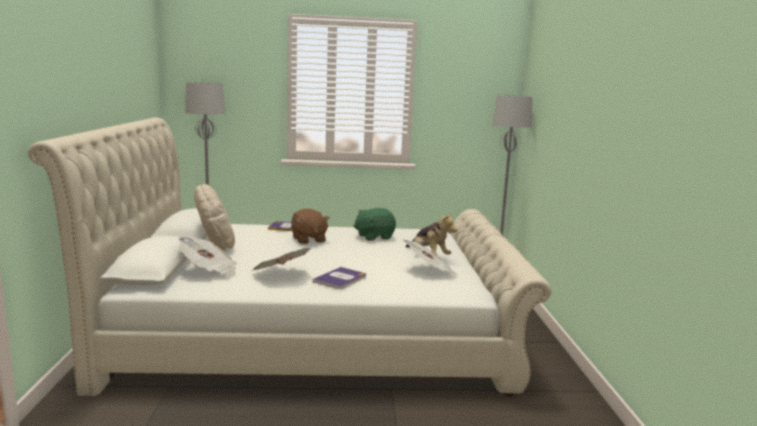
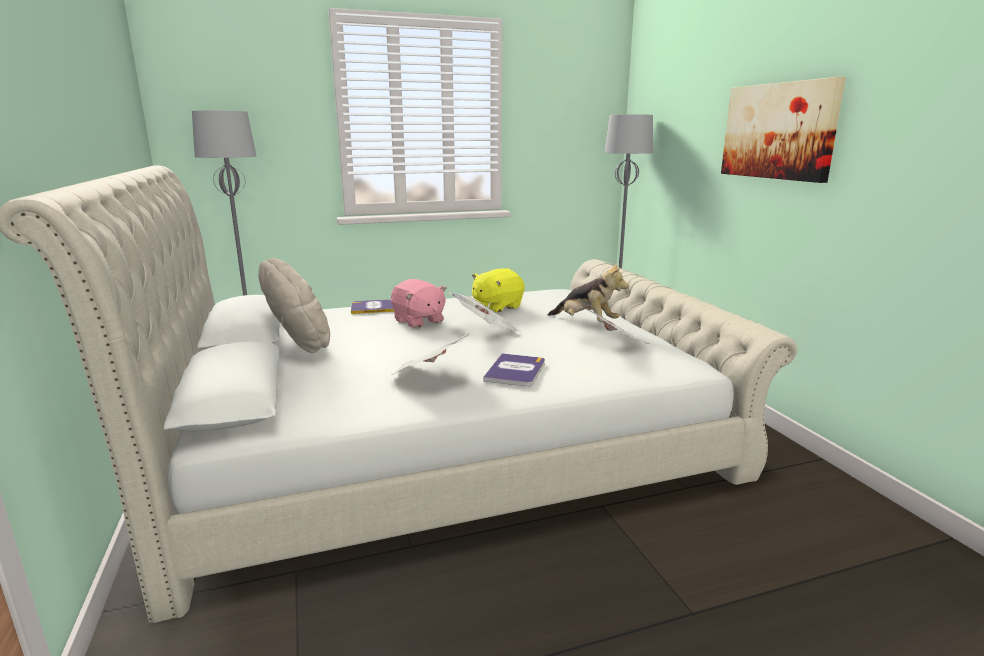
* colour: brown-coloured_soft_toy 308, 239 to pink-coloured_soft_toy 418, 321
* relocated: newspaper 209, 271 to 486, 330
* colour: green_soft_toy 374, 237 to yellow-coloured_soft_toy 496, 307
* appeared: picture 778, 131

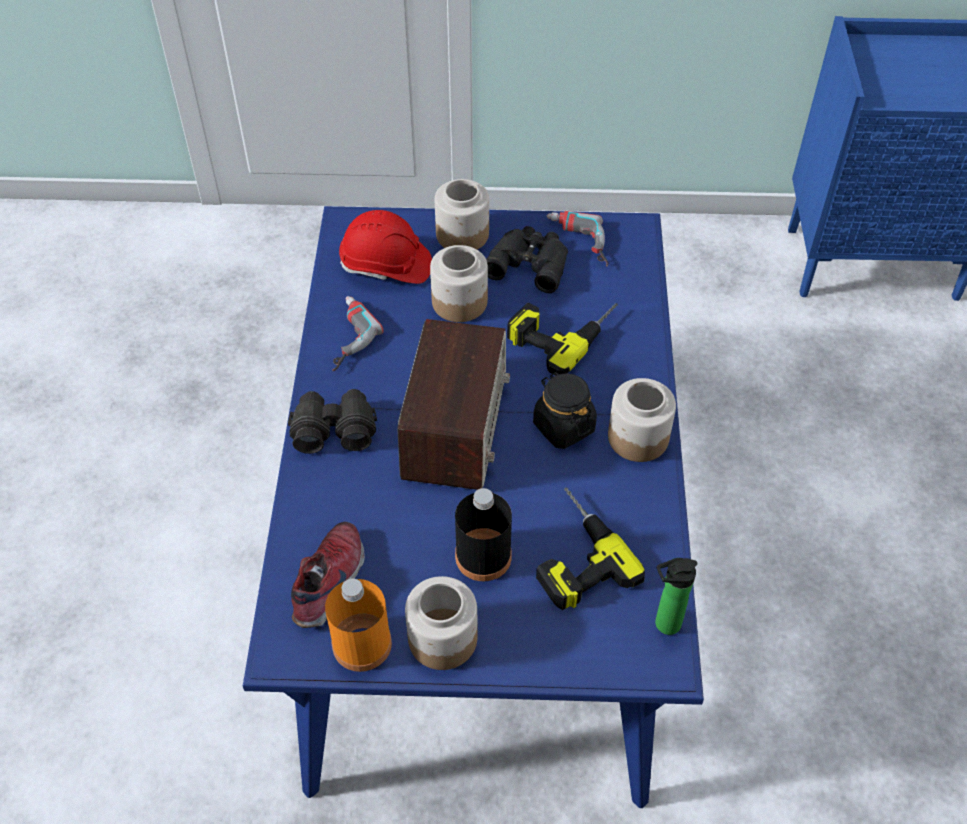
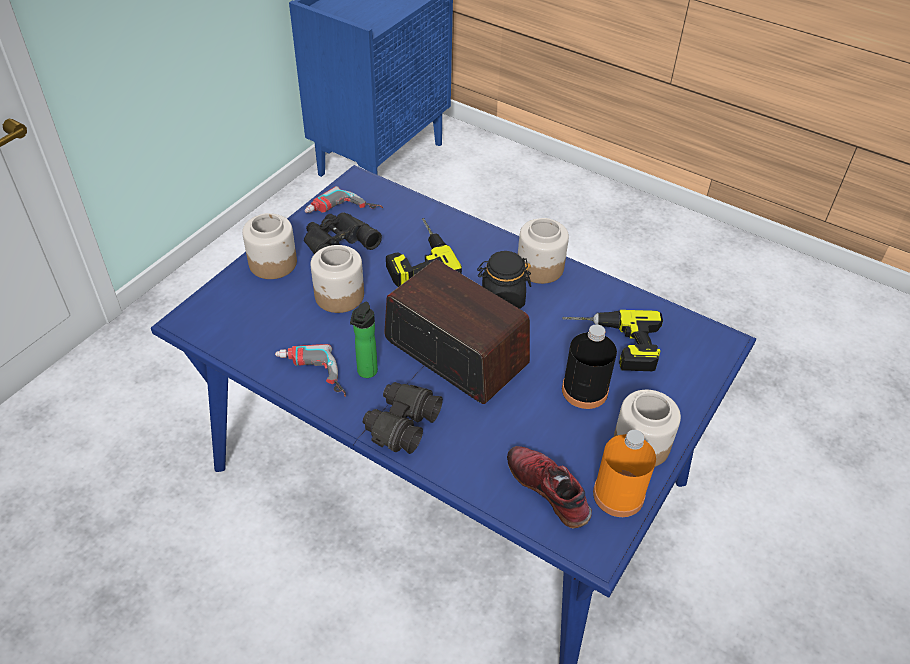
* relocated: beverage_bottle 664, 624 to 366, 373
* missing: red-coloured_safety_helmet 386, 266

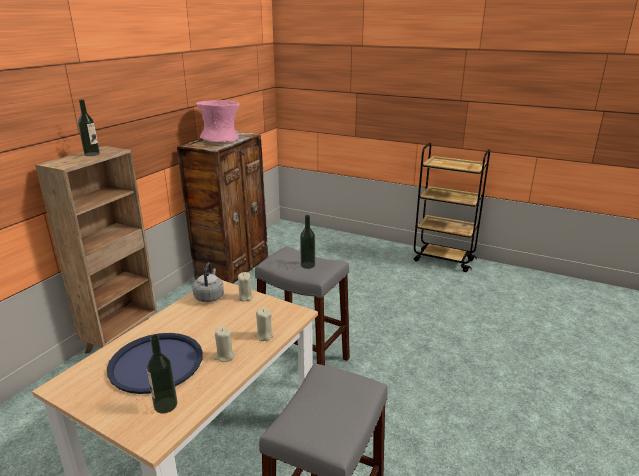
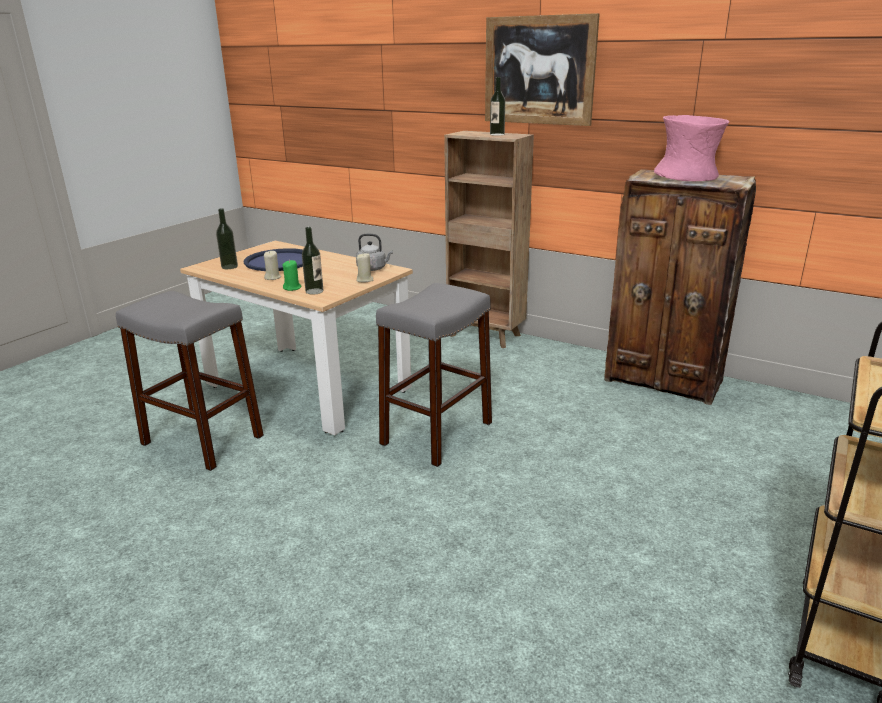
* colour: sand-coloured_wax_candle 264, 335 to green_wax_candle 292, 288
* relocated: beverage_bottle 307, 265 to 314, 291
* appeared: picture 539, 70

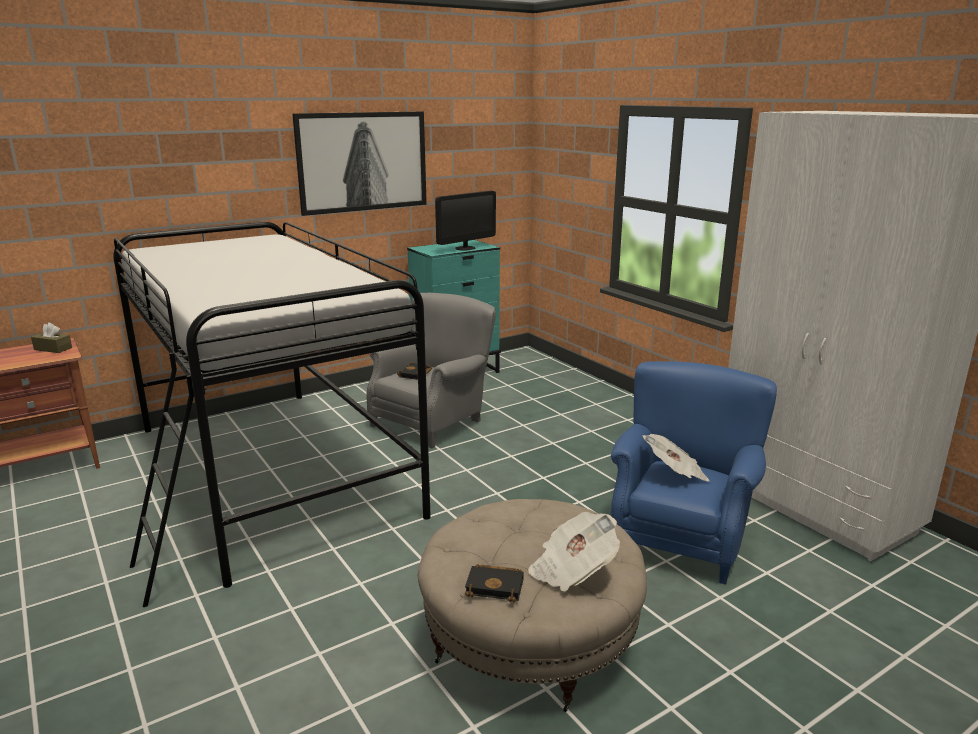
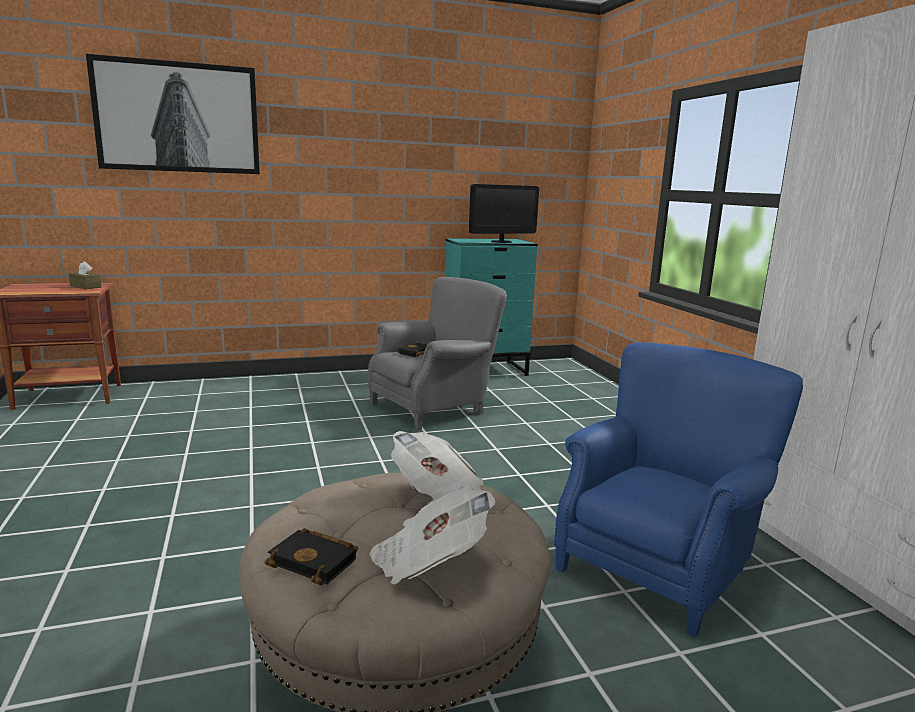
* relocated: picture 363, 162 to 178, 117
* relocated: newspaper 675, 473 to 439, 494
* missing: blackish_sleeping_bed 269, 472

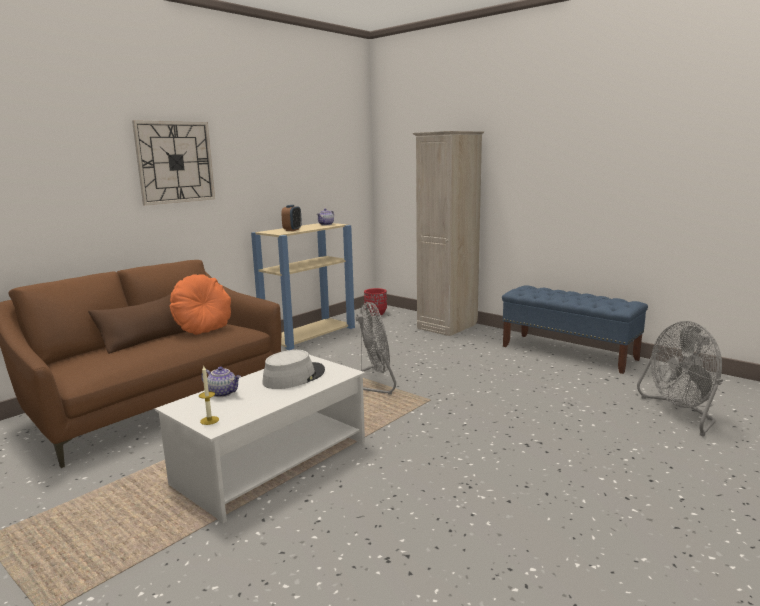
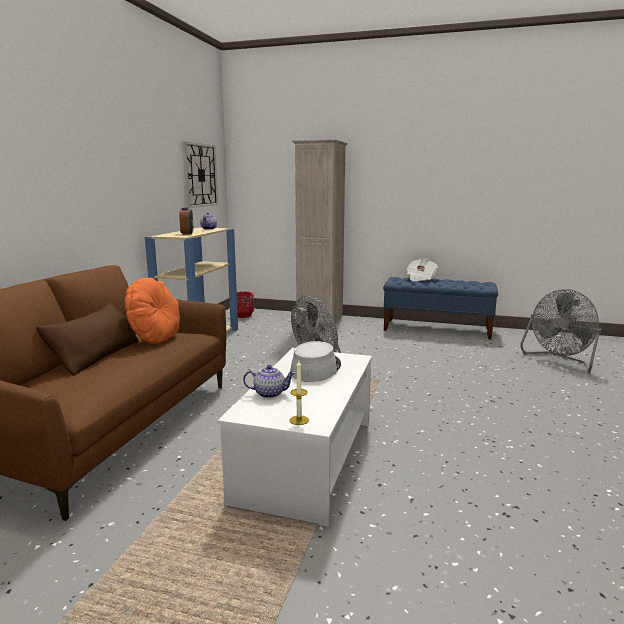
* relocated: wall_clock 175, 162 to 200, 175
* appeared: newspaper 420, 278

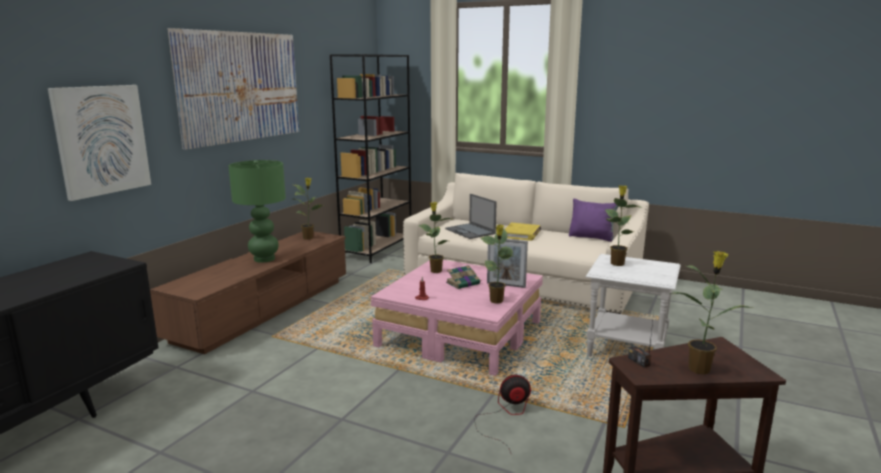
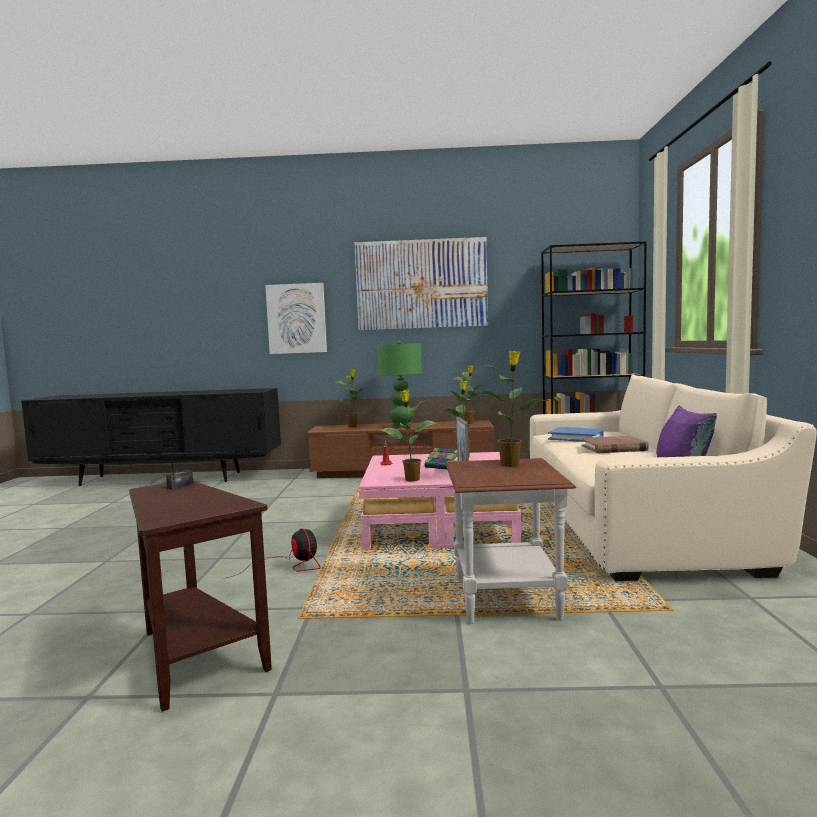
* relocated: houseplant 700, 369 to 353, 426
* colour: white-coloured_accent_table 627, 350 to brown-coloured_accent_table 506, 599
* exchanged: notebook_computer 470, 231 to blue-coloured_volume 576, 437
* colour: yellow-coloured_volume 521, 234 to brown-coloured_volume 614, 448

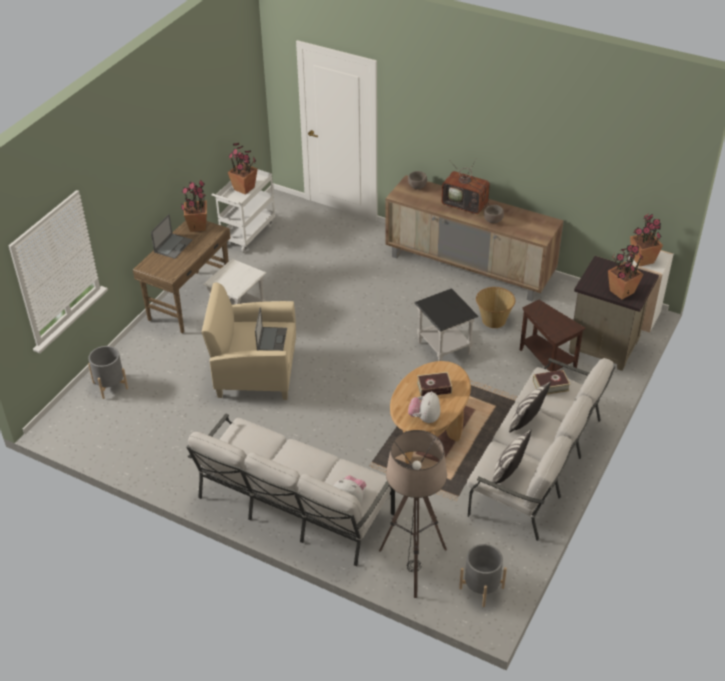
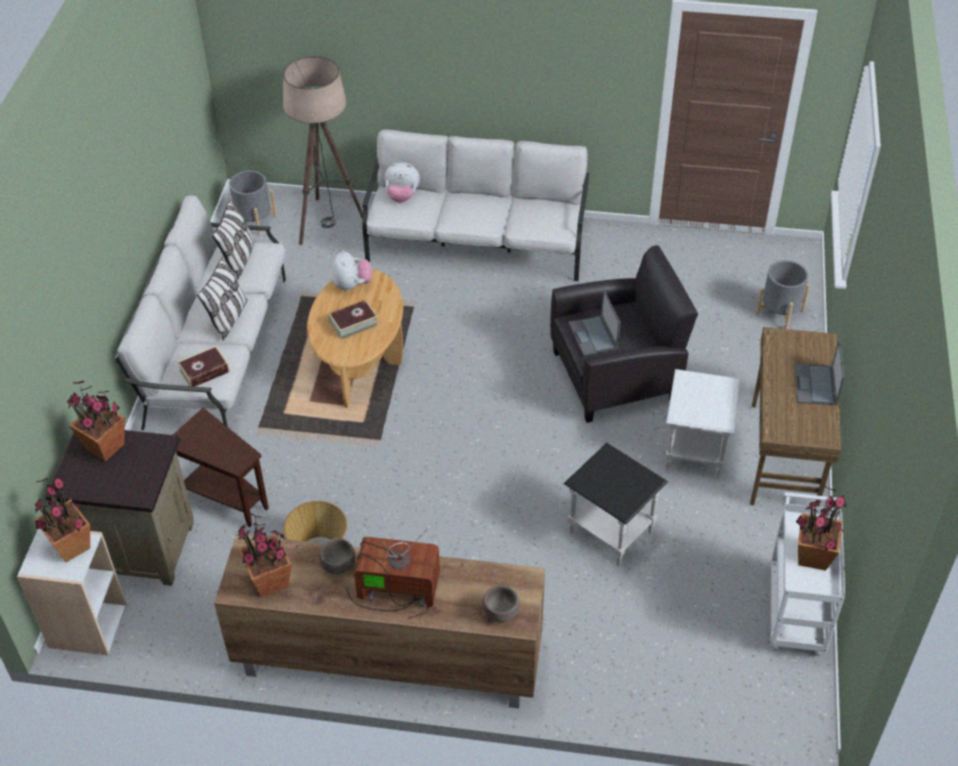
* relocated: houseplant 197, 226 to 270, 581
* colour: sand-coloured_armchair 255, 372 to blackish_armchair 616, 376
* relocated: blackish_accent_table 443, 348 to 611, 532

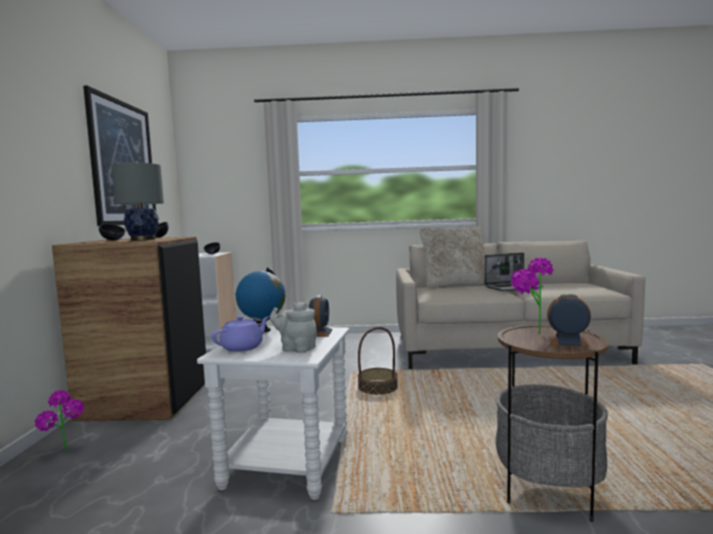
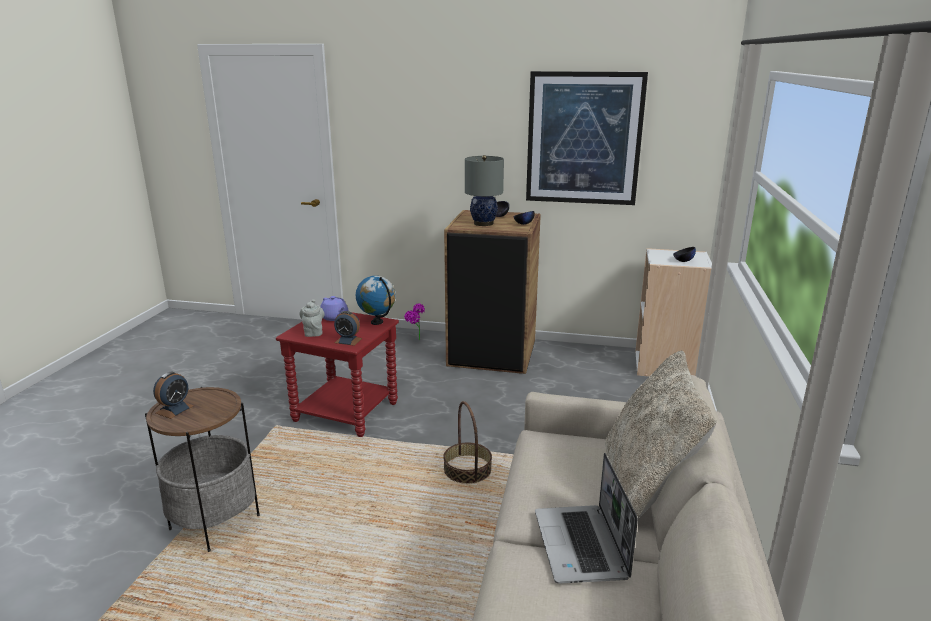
* colour: white-coloured_accent_table 286, 462 to red-coloured_accent_table 346, 412
* spun: gray_pot_for_tea 296, 348 = 313, 332 45 degrees counterclockwise
* missing: houseplant 528, 333

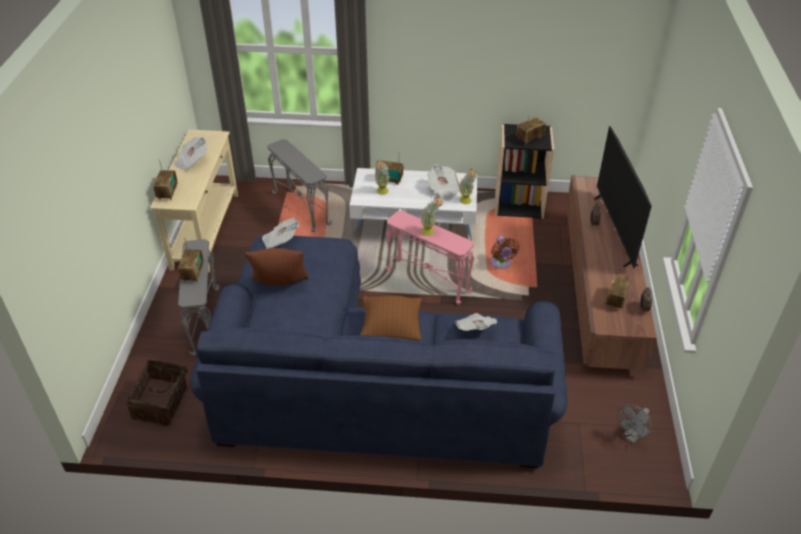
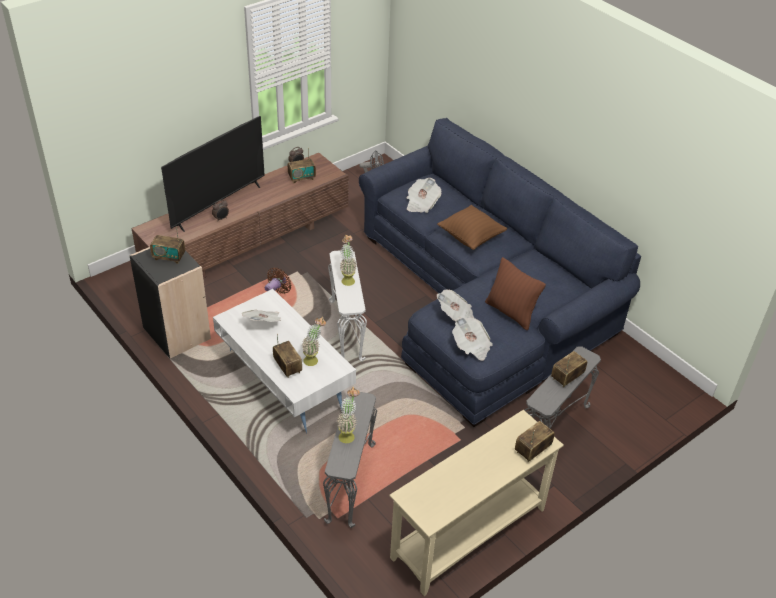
* colour: pink-coloured_accent_table 428, 281 to white-coloured_accent_table 346, 331
* relocated: houseplant 467, 202 to 348, 434
* relocated: newspaper 191, 162 to 456, 315
* missing: household_basket 162, 403

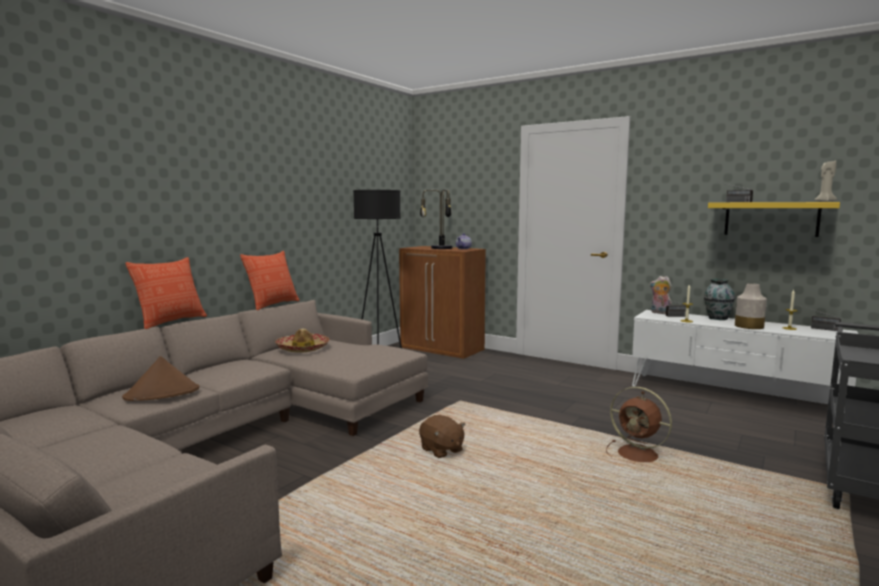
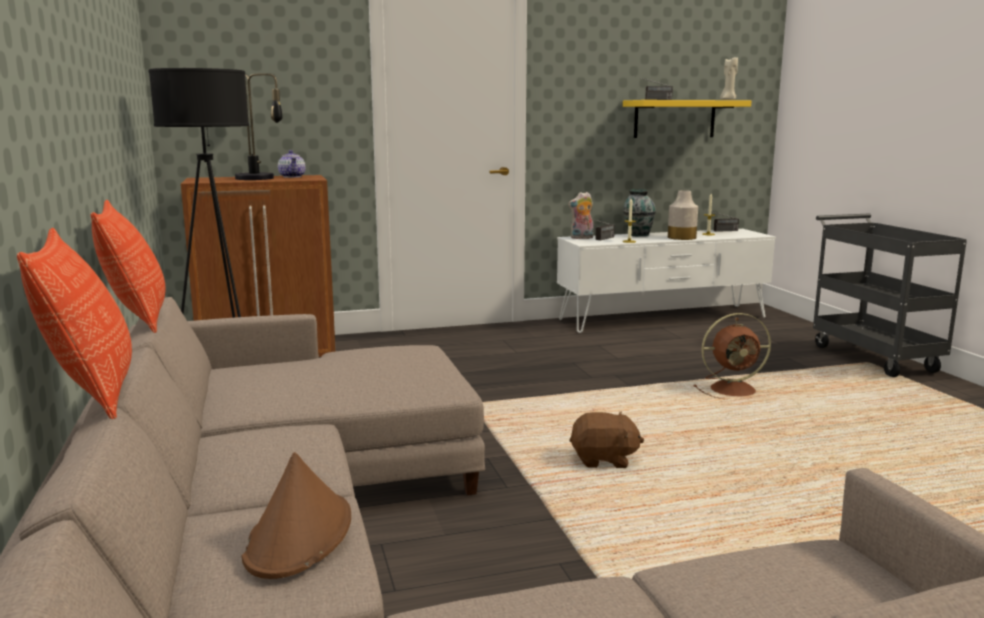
* missing: wearable_hat 303, 348

